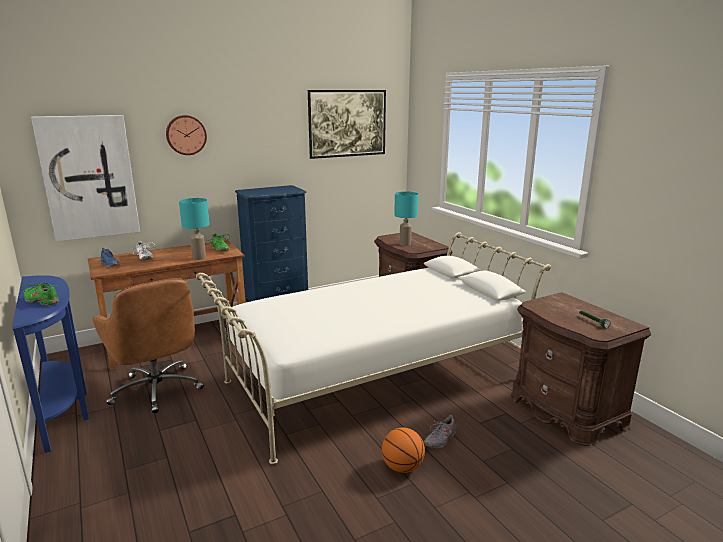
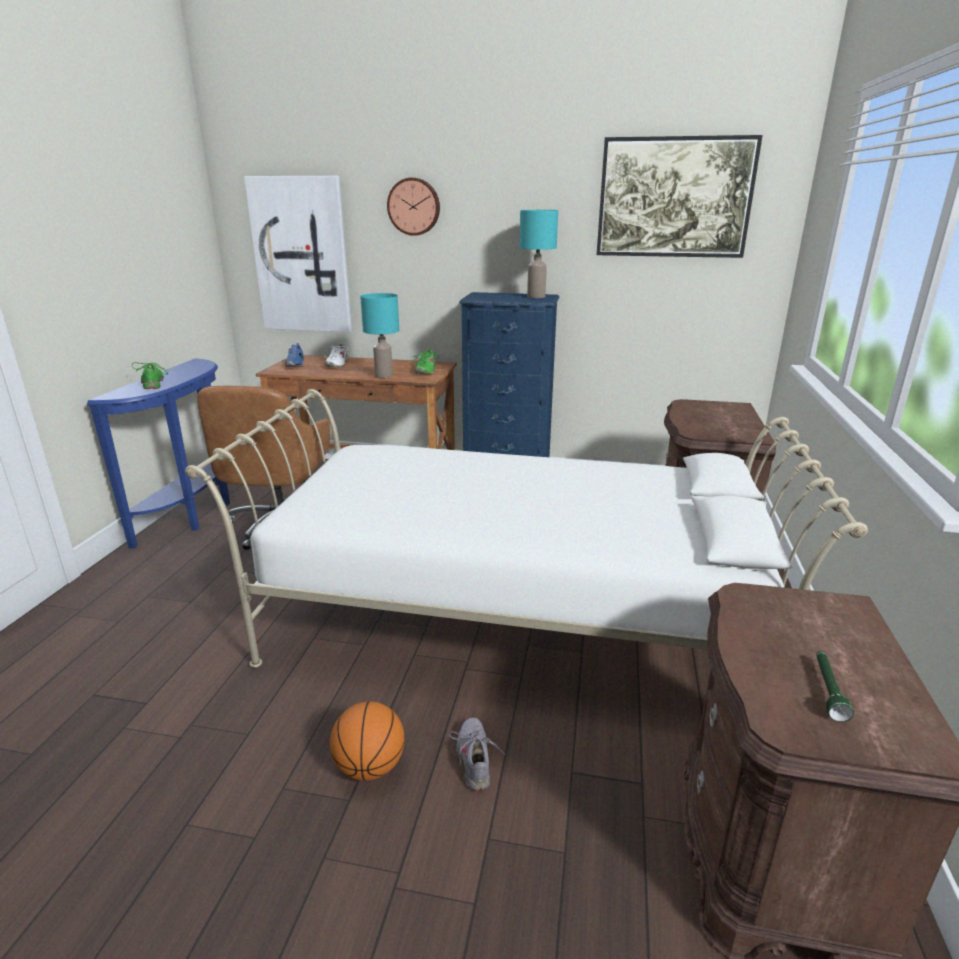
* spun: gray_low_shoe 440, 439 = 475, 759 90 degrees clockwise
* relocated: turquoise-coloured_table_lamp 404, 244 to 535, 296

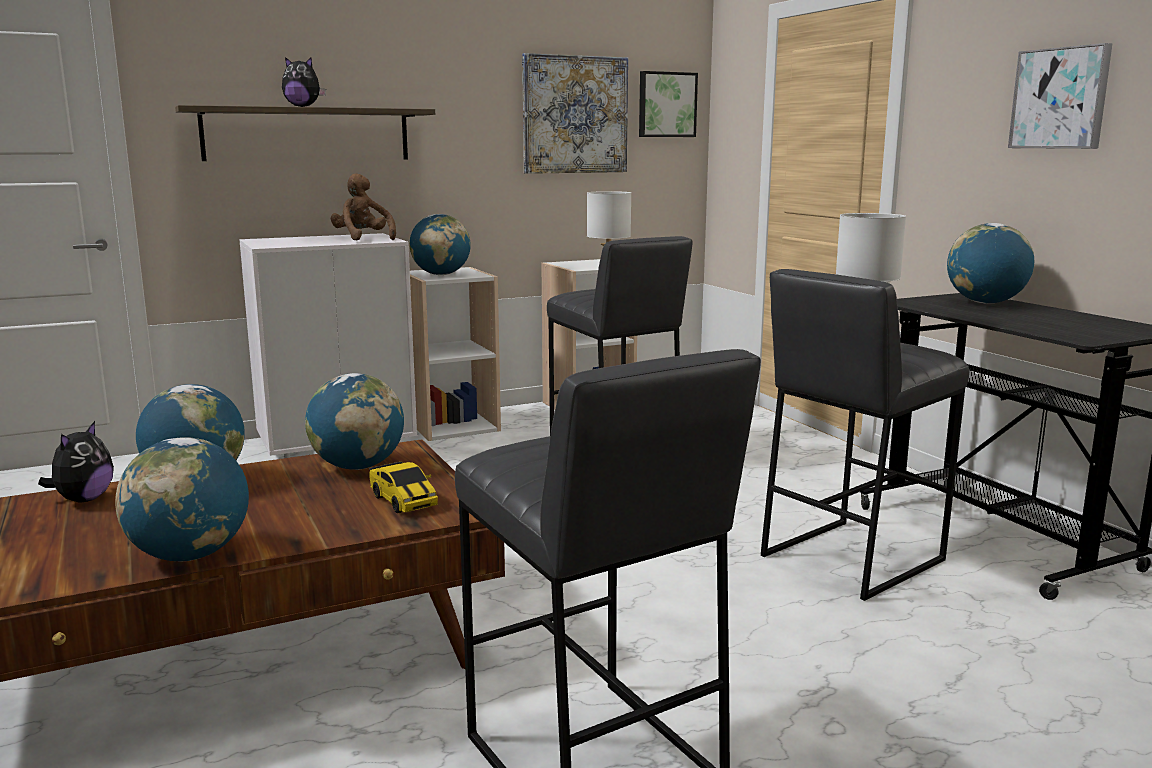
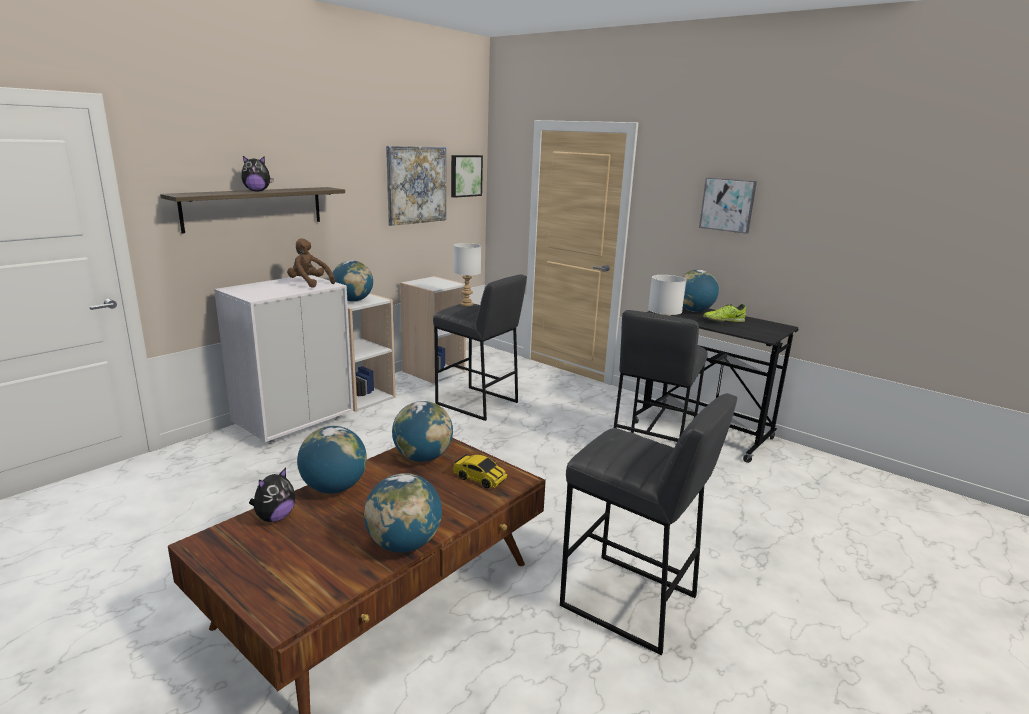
* spun: soft_toy 83, 499 = 275, 517 45 degrees clockwise
* appeared: low_shoe 723, 321

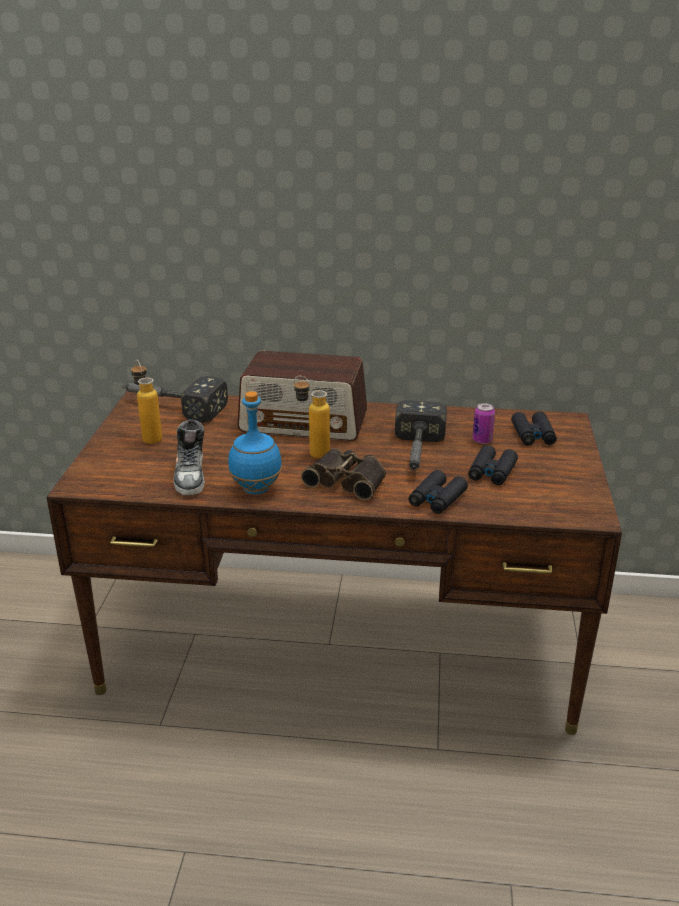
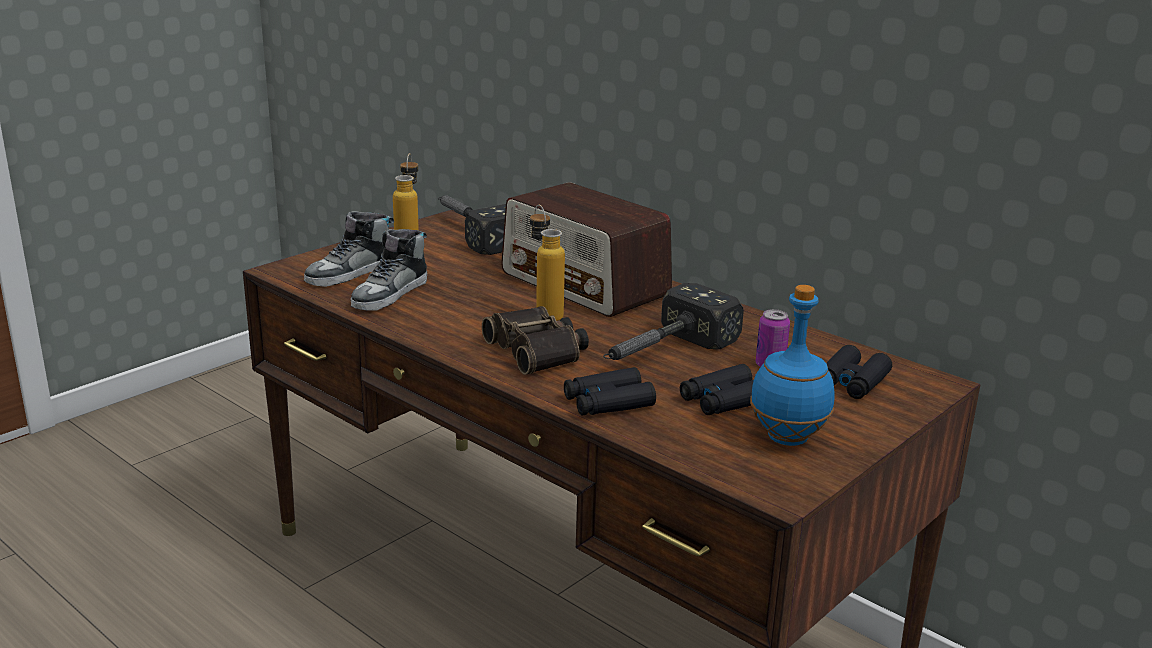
* appeared: low_shoe 350, 273
* relocated: blue-coloured_beverage_bottle 257, 489 to 788, 438

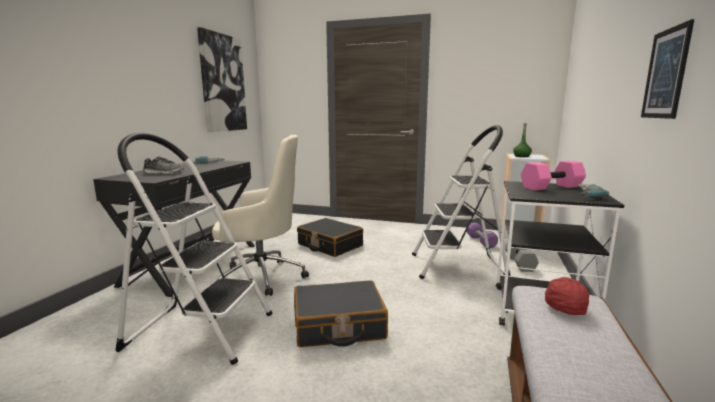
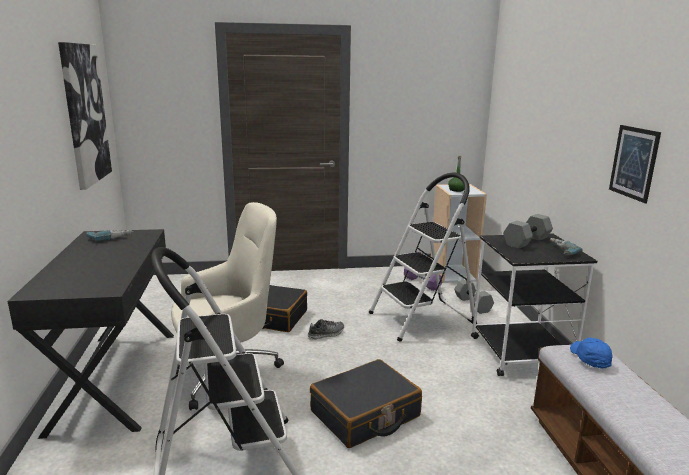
* relocated: low_shoe 164, 173 to 326, 334
* colour: pink-coloured_hand_weight 551, 187 to gray_hand_weight 527, 242
* colour: red-coloured_peaked_cap 563, 304 to blue-coloured_peaked_cap 589, 359

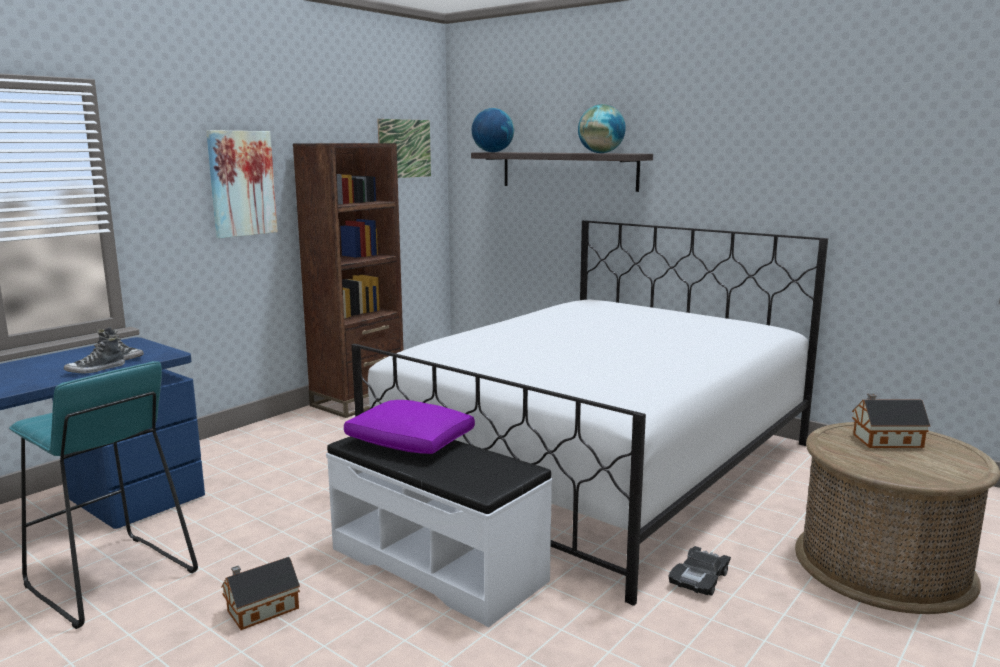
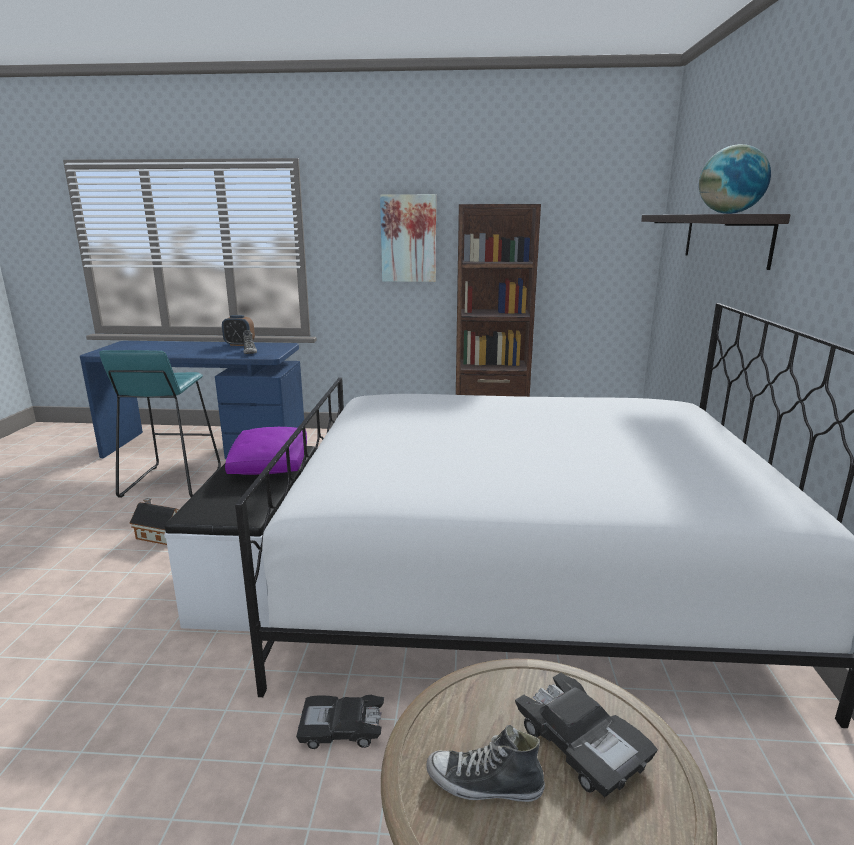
* appeared: alarm_clock 239, 344
* relocated: low_shoe 96, 370 to 484, 784
* exchanged: model_house 884, 440 to blackish_model_car 581, 743
* missing: picture 404, 148
* missing: globe 492, 152

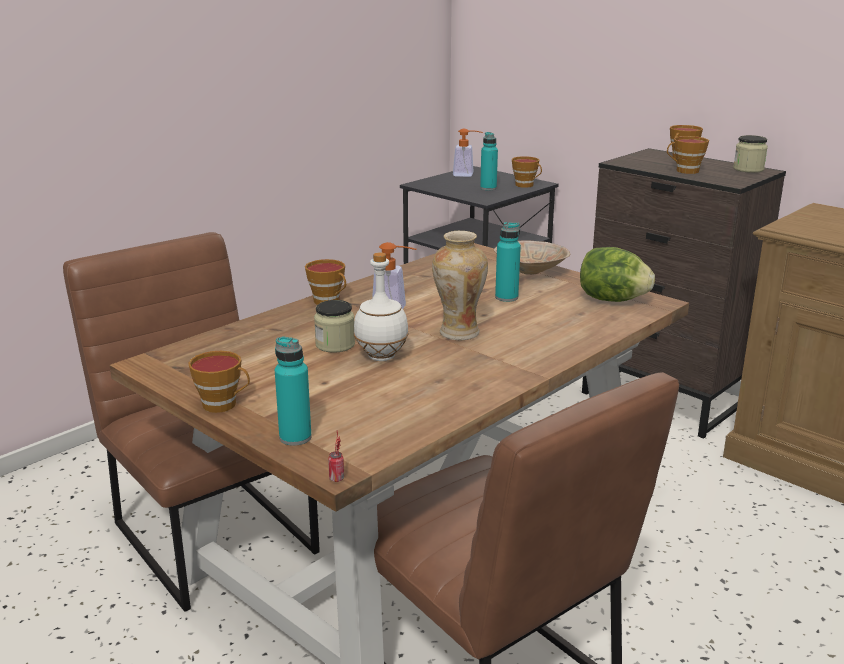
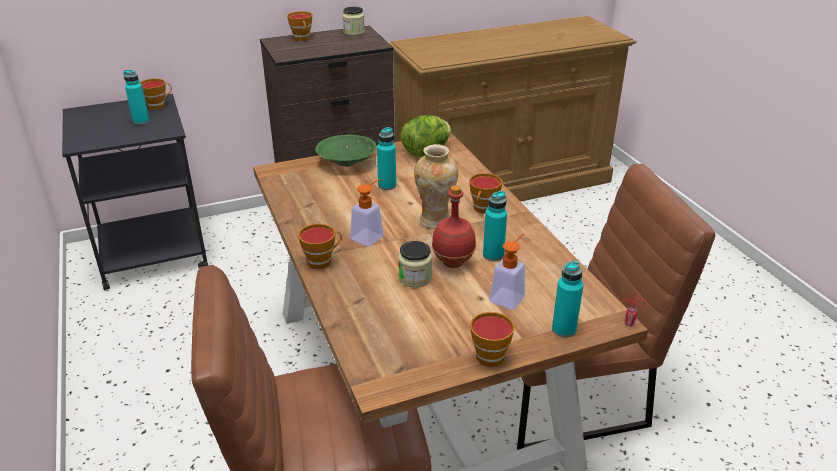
* colour: sand-coloured_serving_bowl 531, 271 to green_serving_bowl 346, 162
* colour: white-coloured_beverage_bottle 382, 357 to red-coloured_beverage_bottle 453, 262
* relocated: small_cup 684, 171 to 483, 209
* appeared: turquoise-coloured_beverage_bottle 493, 255
* relocated: soap_dispenser 467, 175 to 509, 296

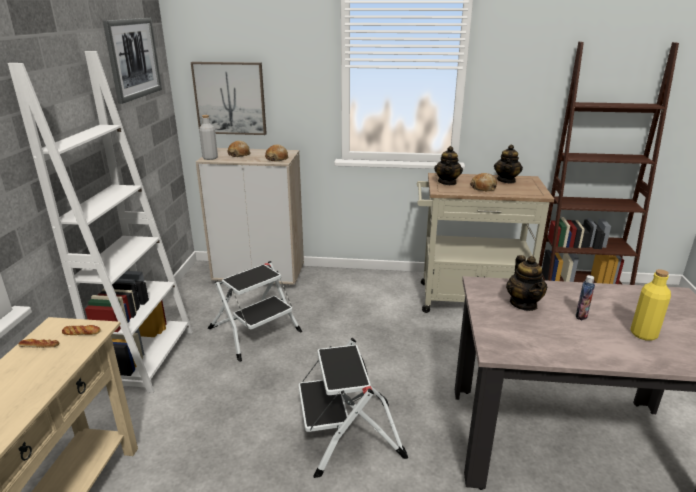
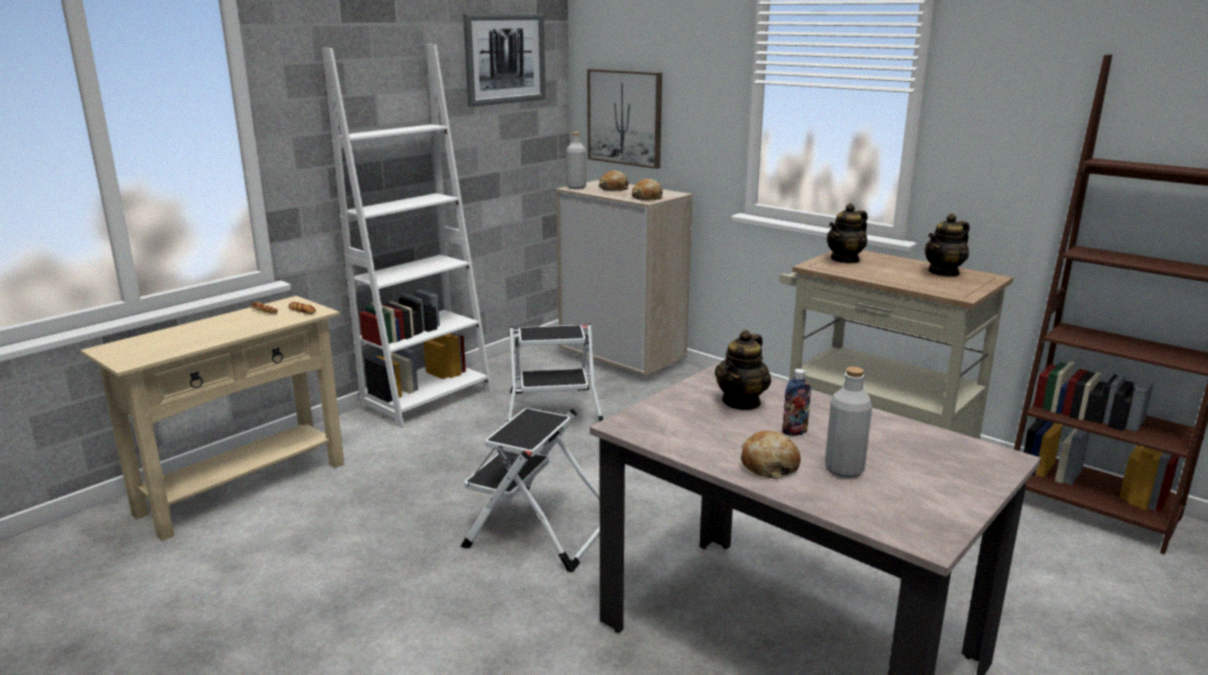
* relocated: bakery_bread 483, 188 to 769, 465
* colour: yellow-coloured_beverage_bottle 643, 334 to gray_beverage_bottle 844, 470

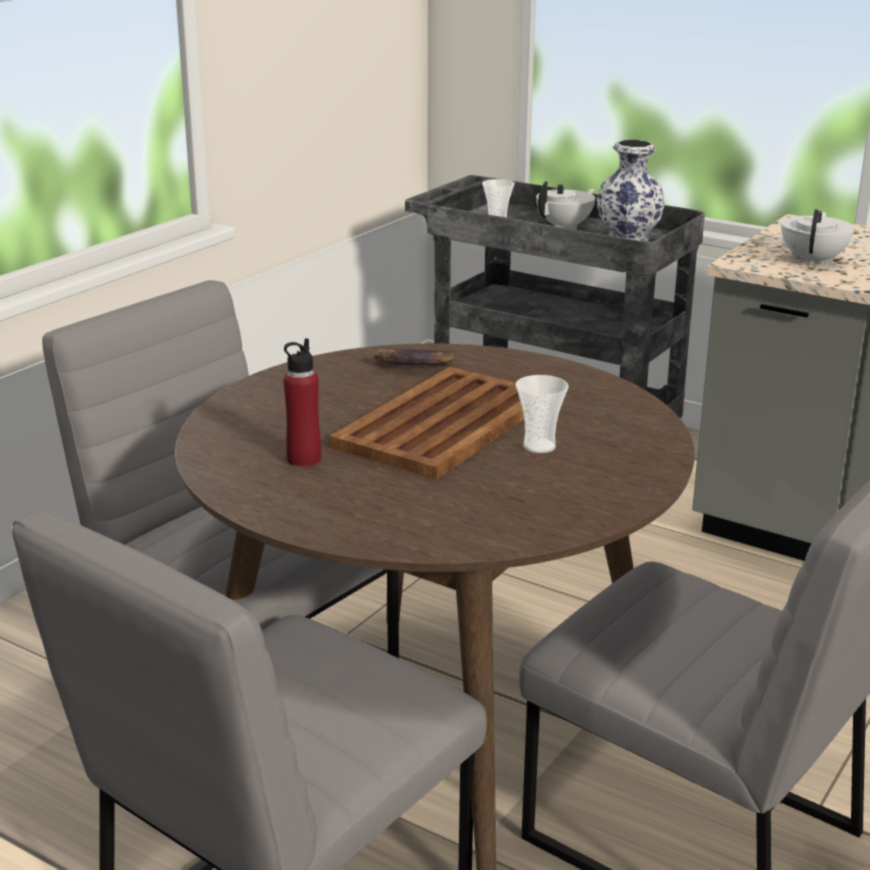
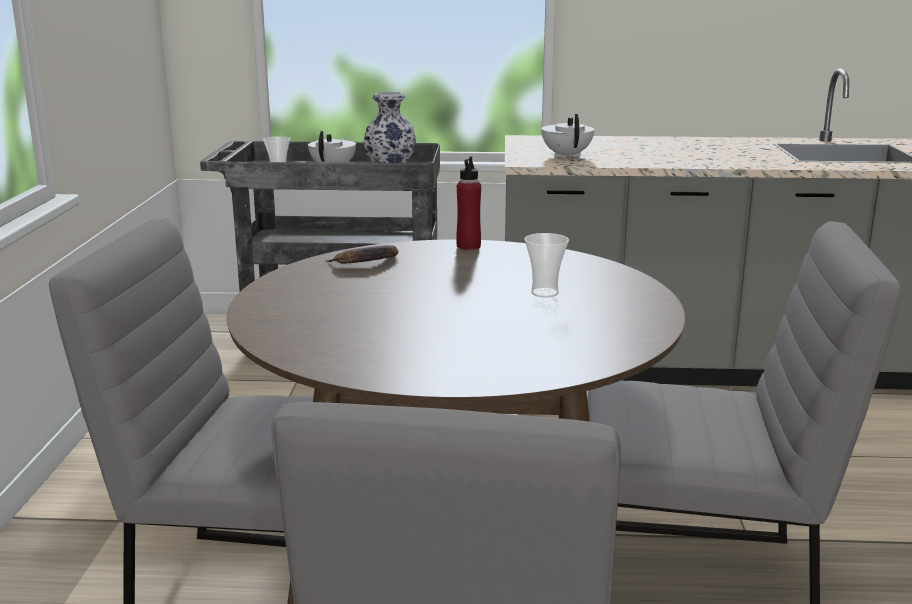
* relocated: red-coloured_beverage_bottle 303, 459 to 468, 246
* missing: brown-coloured_tray 445, 423

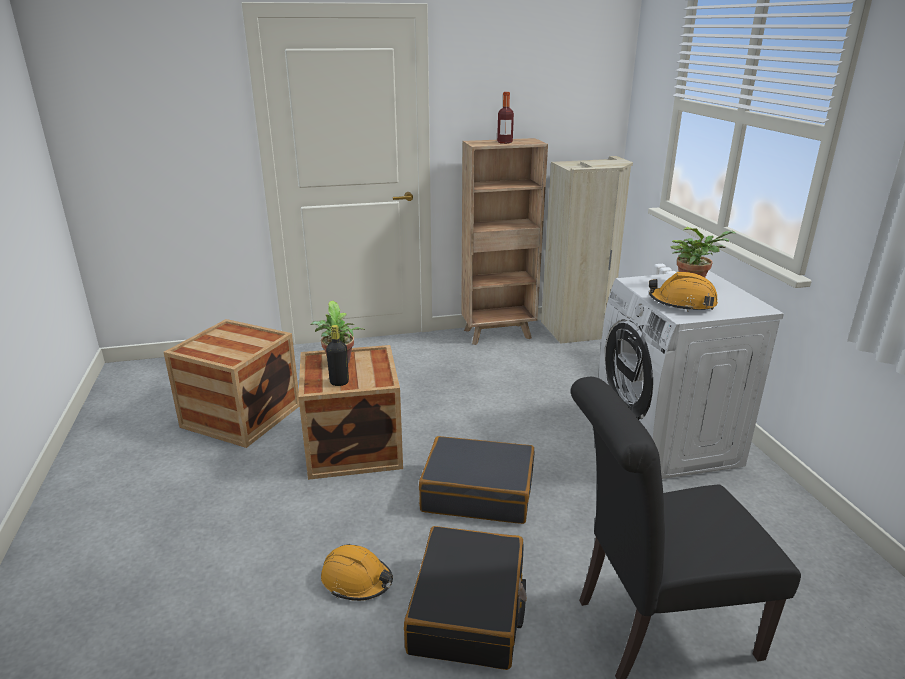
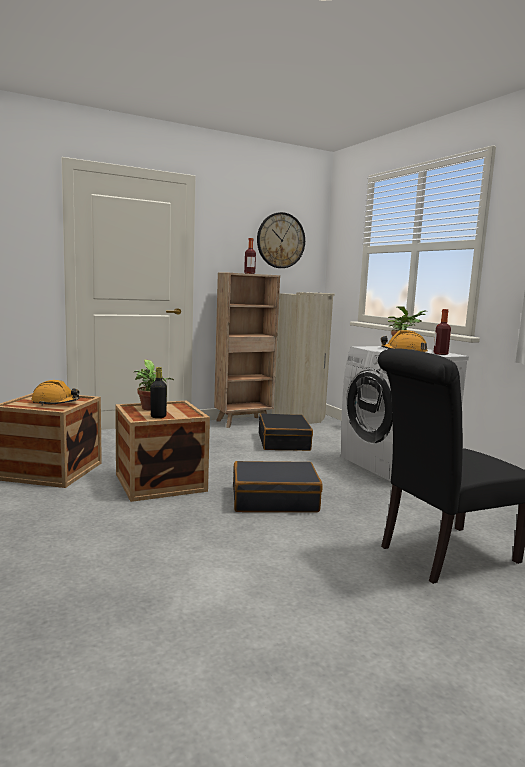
* relocated: orangey_safety_helmet 357, 580 to 55, 403
* appeared: wall_clock 280, 240
* relocated: blackish_suitcase 468, 610 to 284, 442
* appeared: beverage_bottle 440, 354

